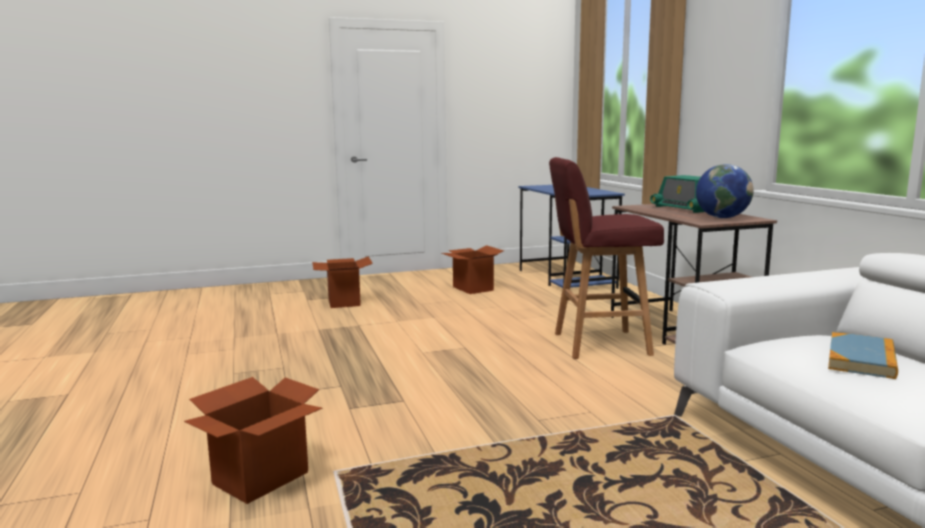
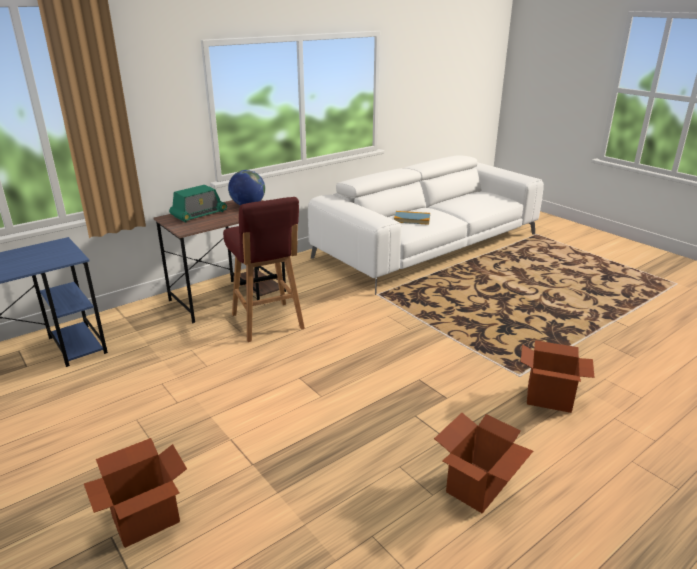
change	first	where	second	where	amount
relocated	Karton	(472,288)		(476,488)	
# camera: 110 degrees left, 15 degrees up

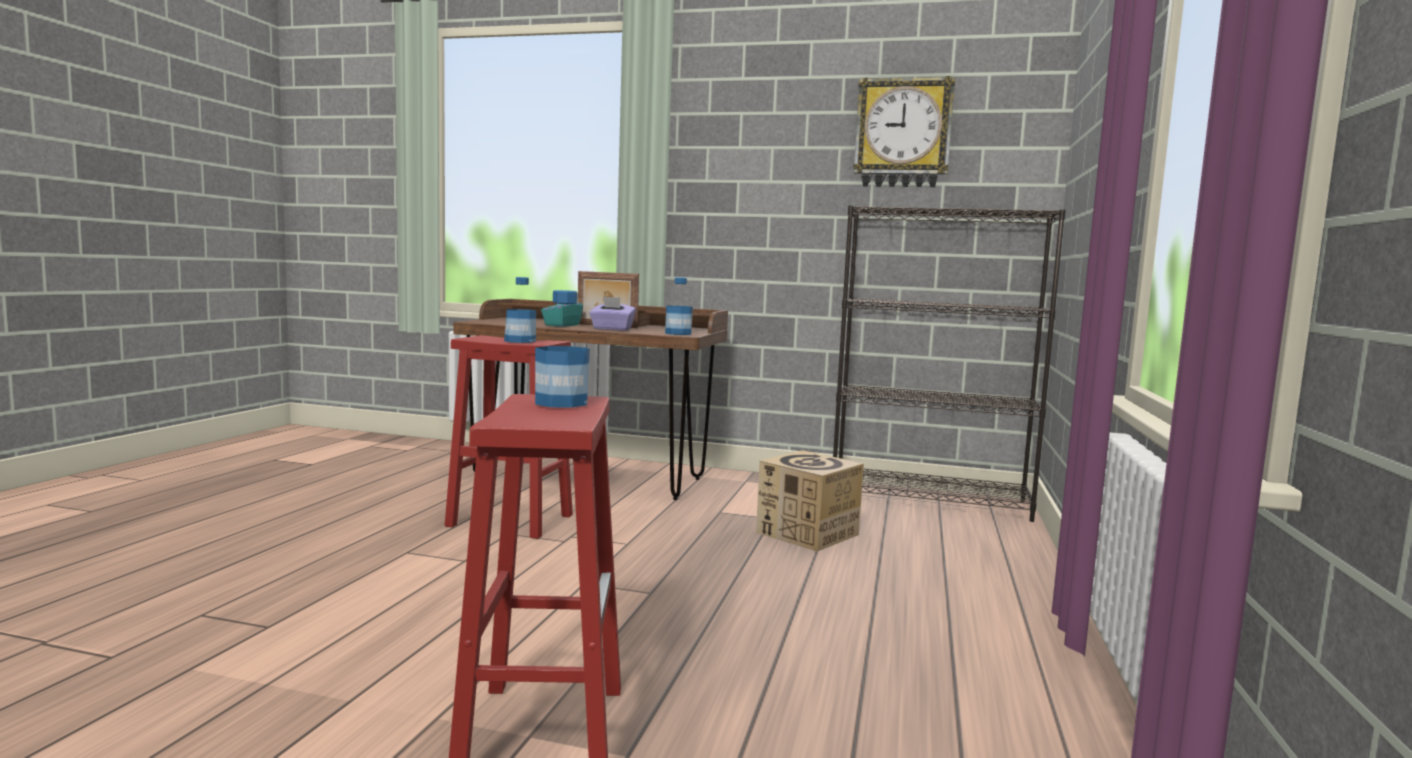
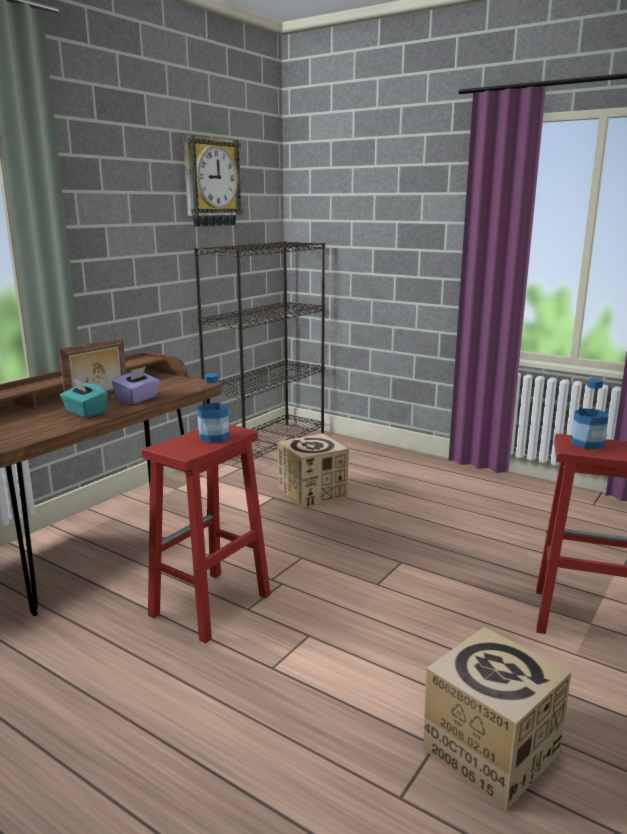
change	first	where	second	where	amount
appeared			Karton	(490,751)	
missing	Flasche	(678,333)			
# camera: 70 degrees left, 10 degrees up

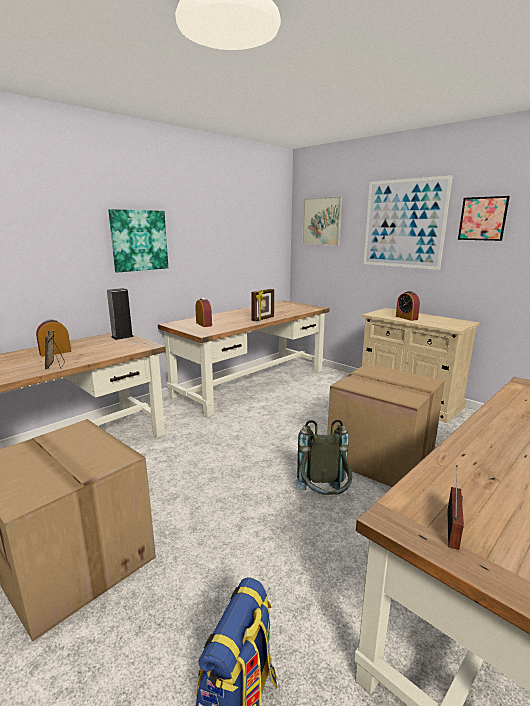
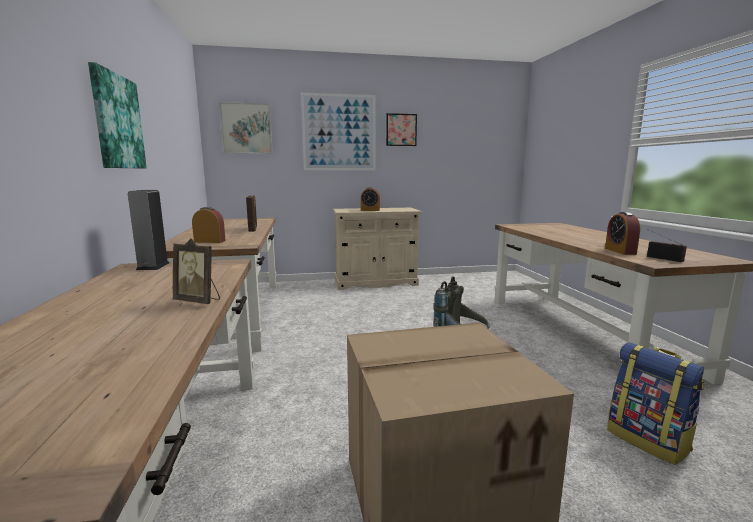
change	first	where	second	where	amount
relocated	Wecker	(55,352)		(620,251)	
missing	Karton	(379,457)			
# camera: 55 degrees left, 5 degrees down

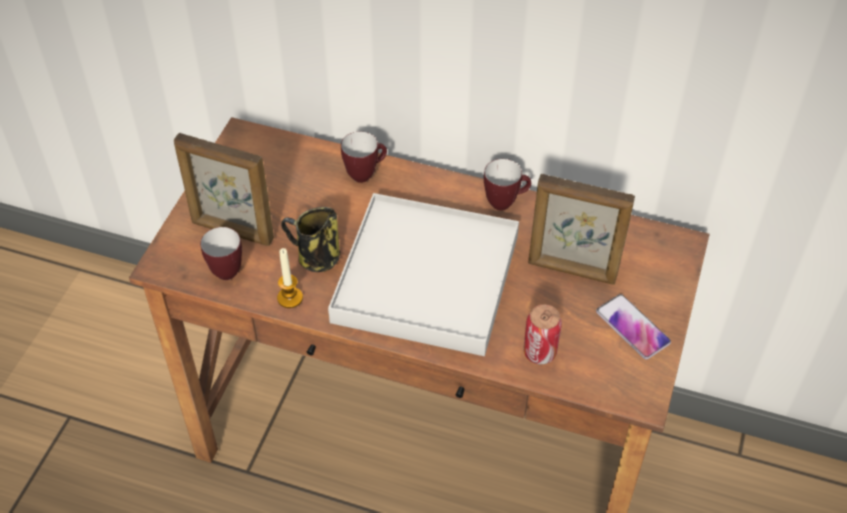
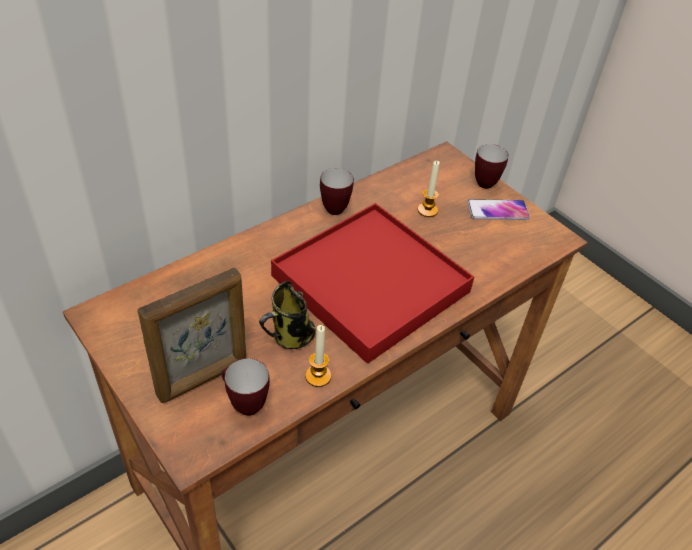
change	first	where	second	where	amount
colour	Tablett (weiß)	(426,278)	Tablett (rot)	(370,284)	
exchanged	Bilderrahmen	(572,271)	Kerze	(427,210)	
relocated	Henkelbecher	(365,173)		(484,181)	
missing	Dose	(539,352)			
# camera: 60 degrees left, 5 degrees down

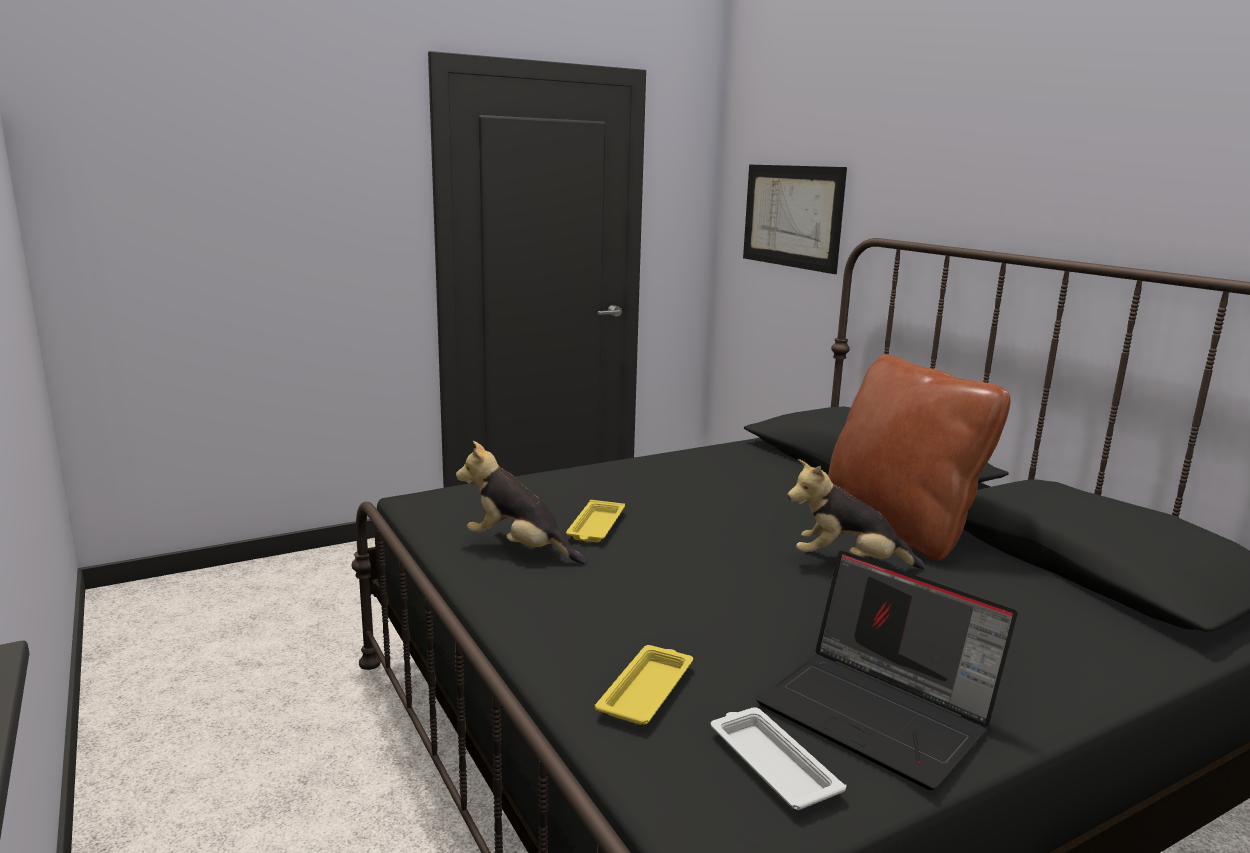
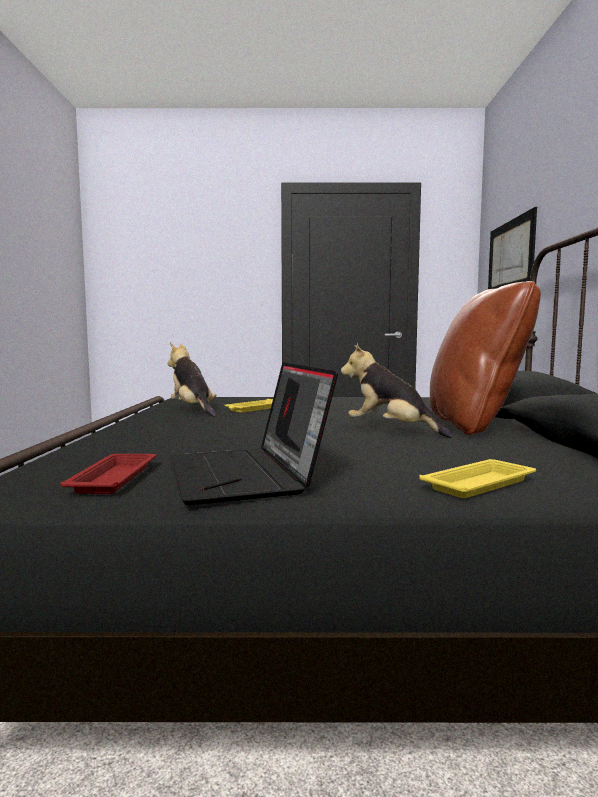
change	first	where	second	where	amount
colour	Tablett (weiß)	(771,763)	Tablett (rot)	(115,478)	
relocated	Tablett (gelb)	(647,690)		(480,484)	
# camera: 30 degrees right, 10 degrees down

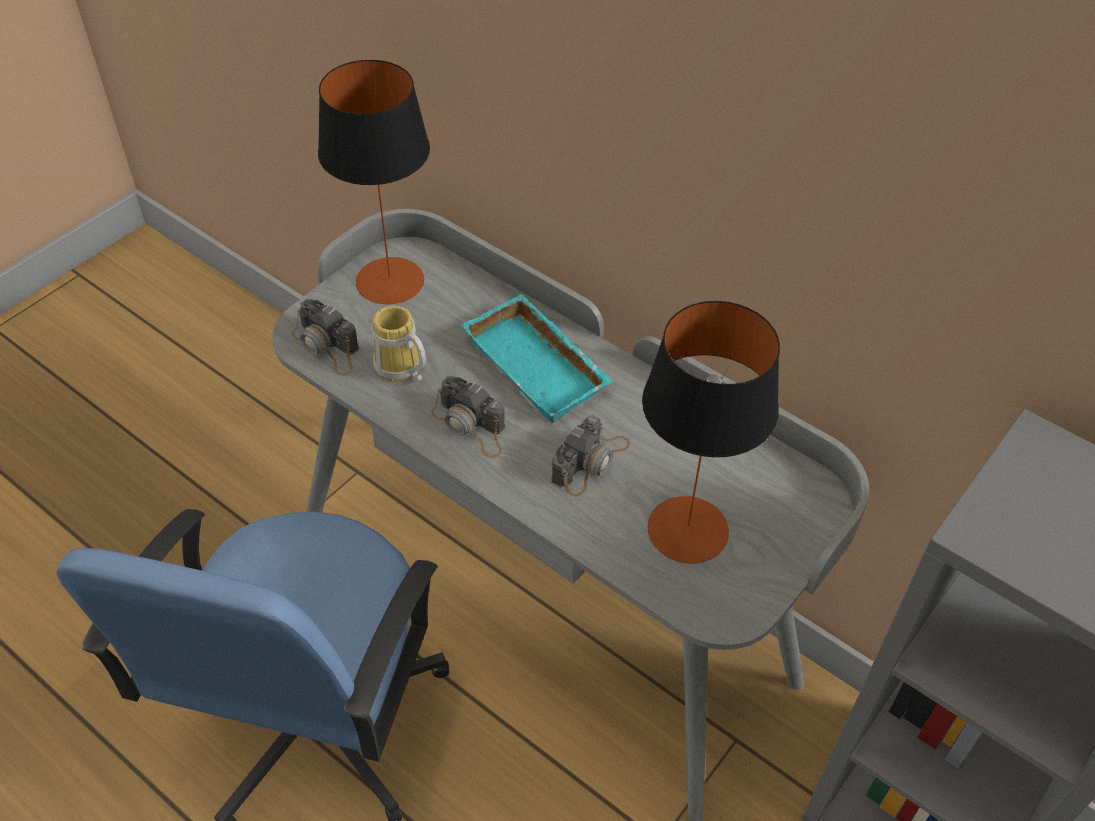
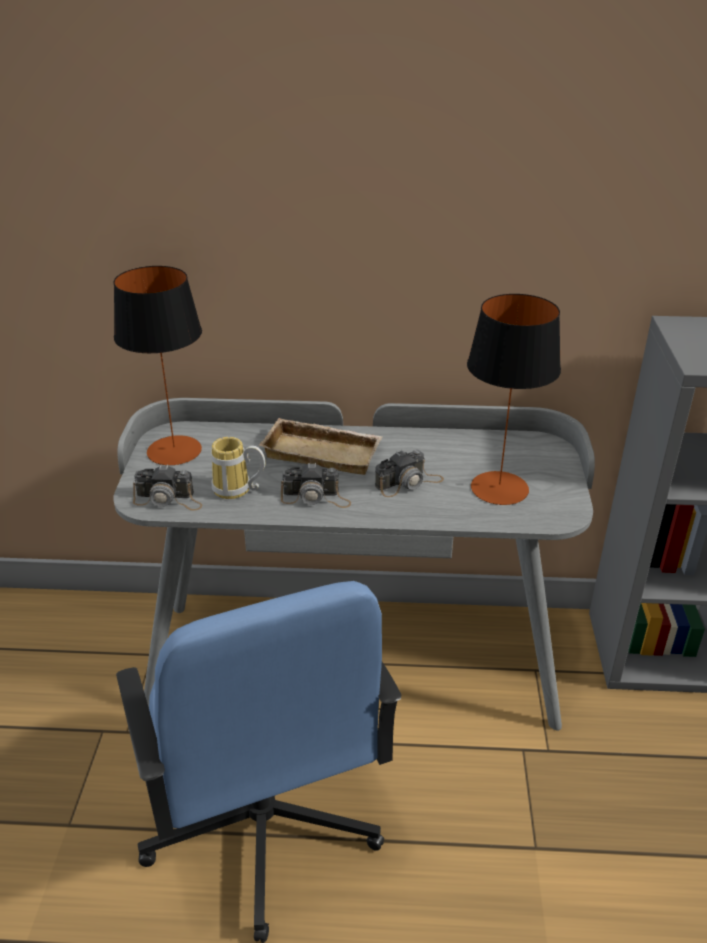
change	first	where	second	where	amount
colour	Tablett (türkis)	(540,365)	Tablett (beige)	(324,452)	
spun	Kamera	(591,461)		(409,482)	60 degrees clockwise
# camera: 35 degrees left, 15 degrees down

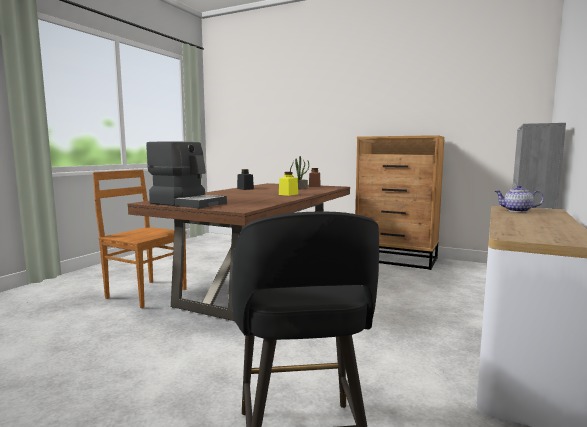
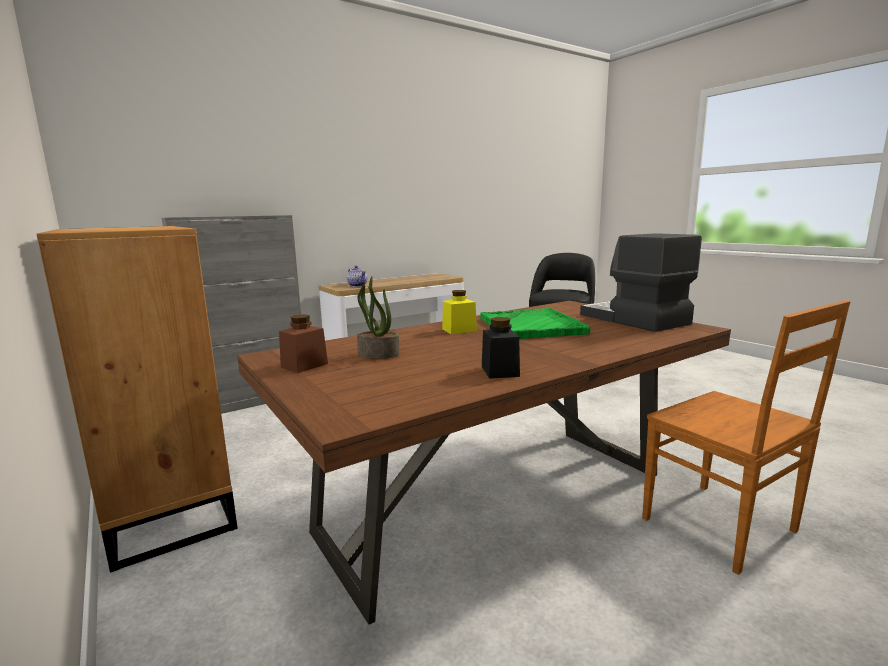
change	first	where	second	where	amount
appeared			Tablett (grün)	(531,326)	
# camera: 150 degrees left, 5 degrees up

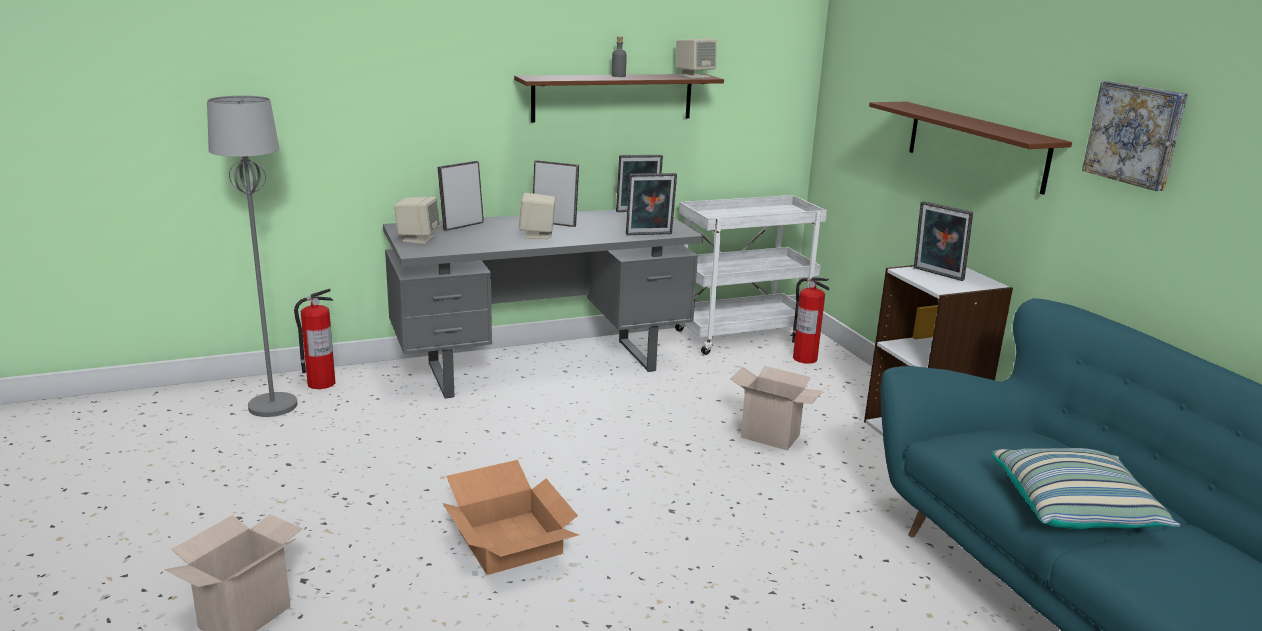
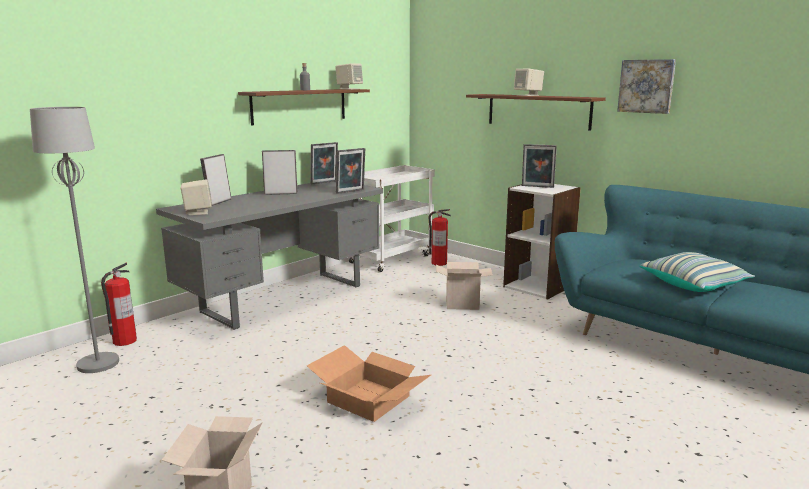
change	first	where	second	where	amount
relocated	Lautsprecher (beige)	(537,235)		(528,95)	
# camera: 25 degrees left, 5 degrees down

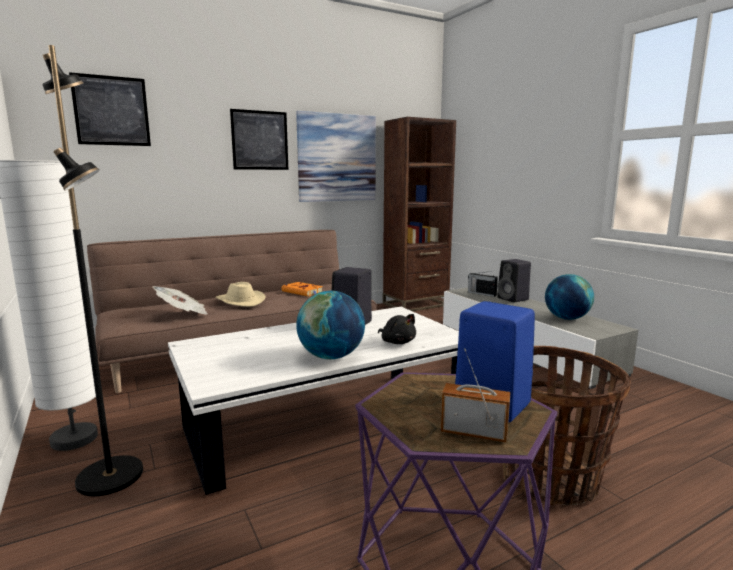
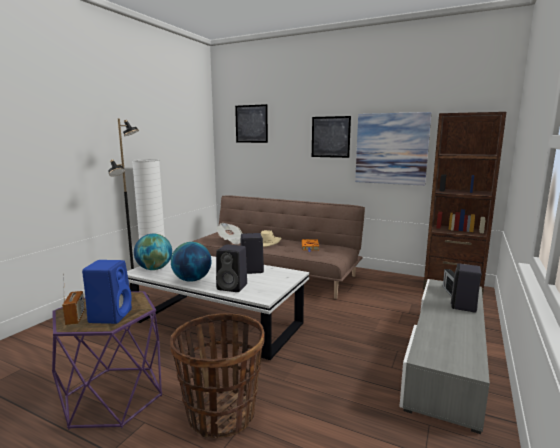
change	first	where	second	where	amount
relocated	Globus	(566,318)		(154,269)	
exchanged	Plüschtier (schwarz)	(397,342)	Lautsprecher (schwarz)	(233,287)	
# camera: 55 degrees right, 0 degrees up

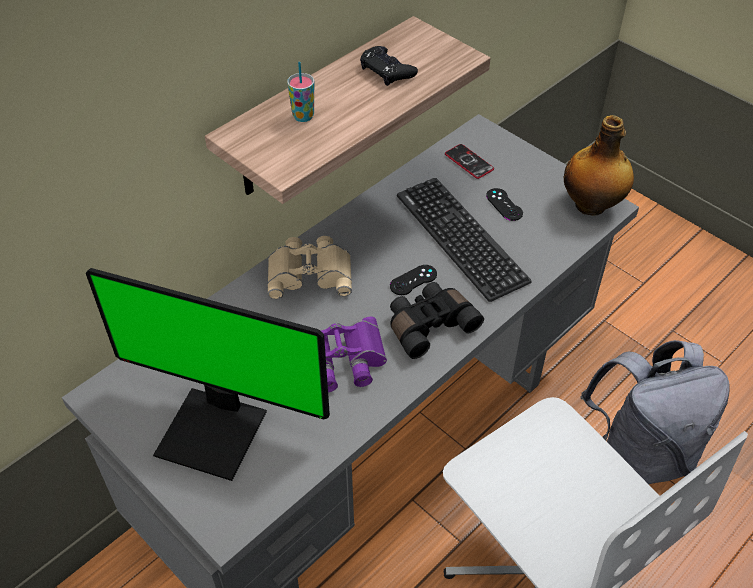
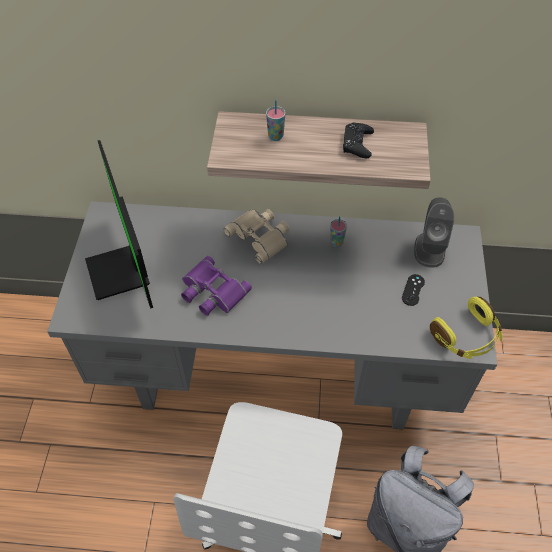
change	first	where	second	where	amount
appeared			Tasse	(336,242)	
exchanged	Handy	(469,162)	Lautsprecher (grau)	(429,249)	
exchanged	Flasche	(592,205)	Kopfhörer (gelb)	(466,336)	
missing	Gamepad (schwarz)	(413,280)			
missing	Fernglas (schwarz)	(429,325)			
missing	Tastatur	(461,238)			
# camera: 50 degrees right, 5 degrees up

